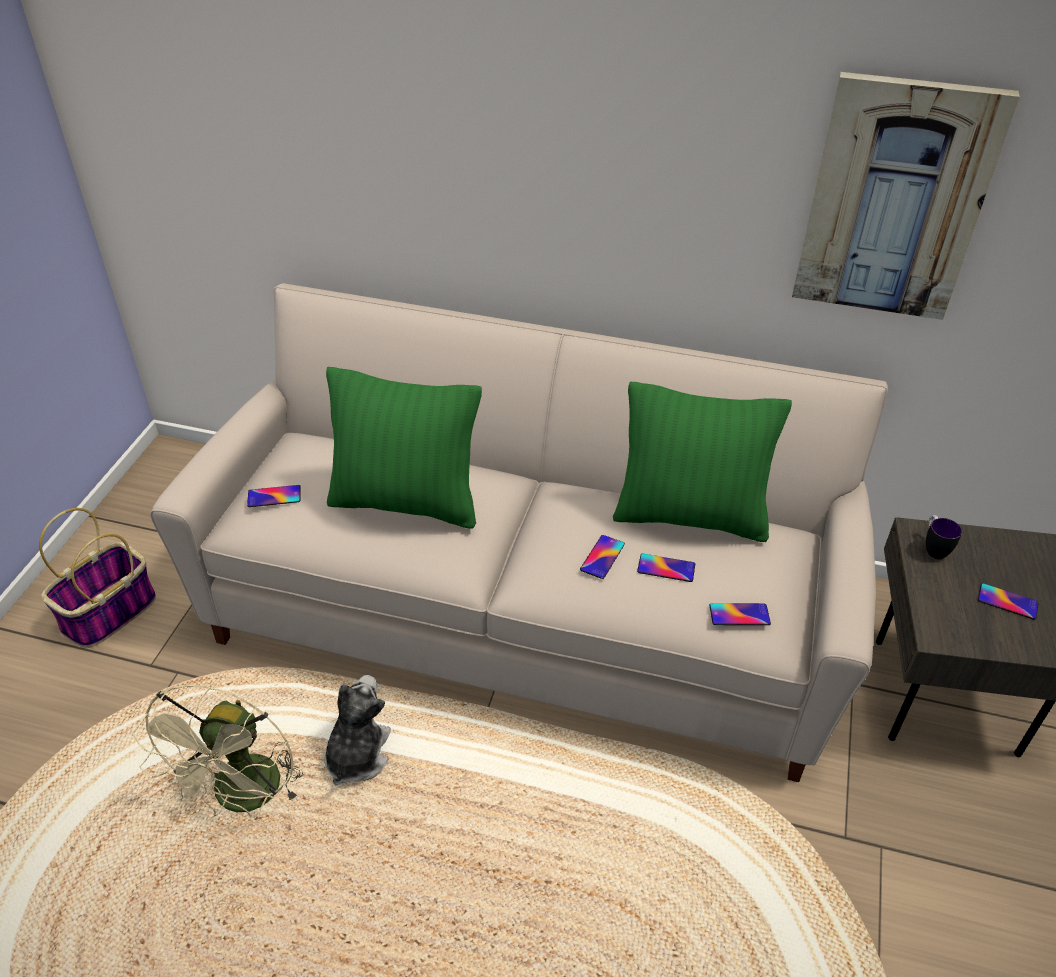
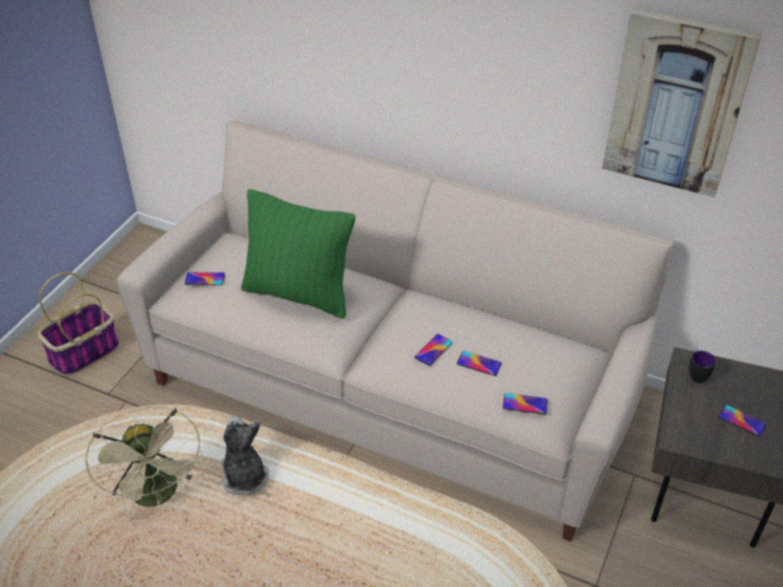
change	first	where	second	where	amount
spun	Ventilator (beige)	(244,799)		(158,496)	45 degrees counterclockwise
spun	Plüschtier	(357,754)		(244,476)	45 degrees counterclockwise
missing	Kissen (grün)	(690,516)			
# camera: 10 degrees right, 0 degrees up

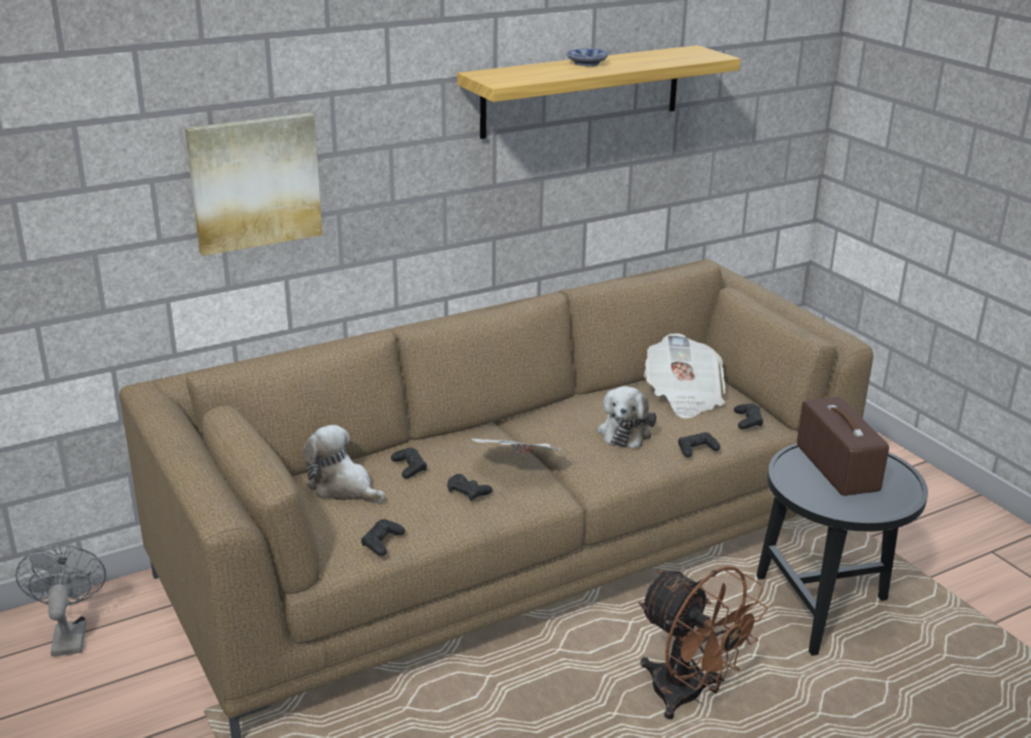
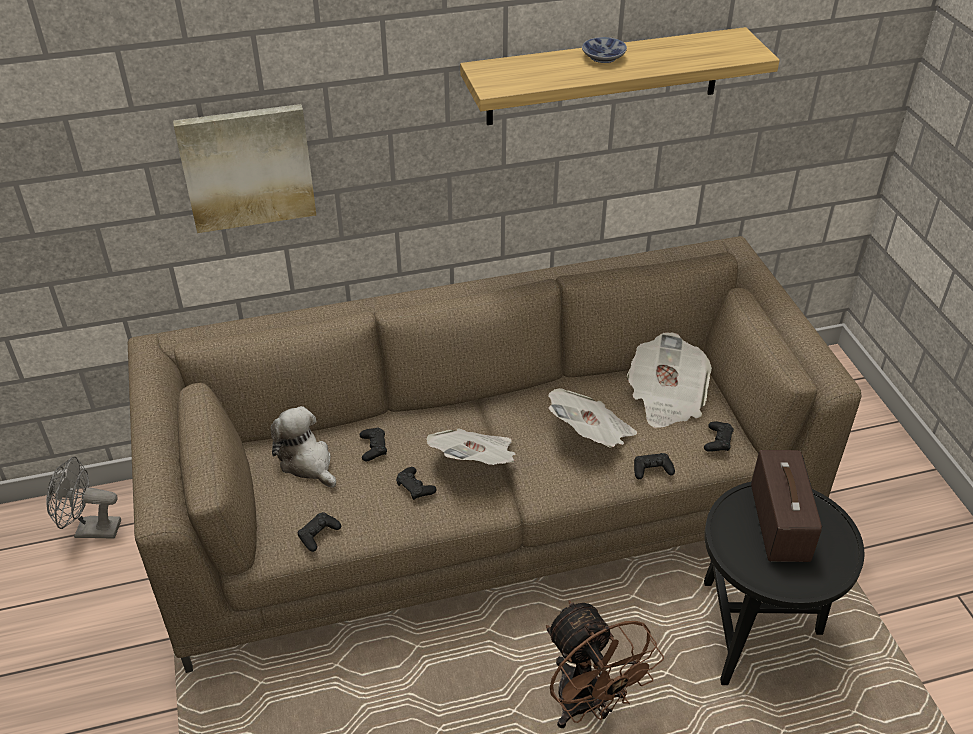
change	first	where	second	where	amount
spun	Ventilator (grau)	(69,634)		(90,530)	90 degrees counterclockwise
exchanged	Plüschtier	(625,431)	Zeitung	(591,435)	
# camera: 15 degrees right, 15 degrees up

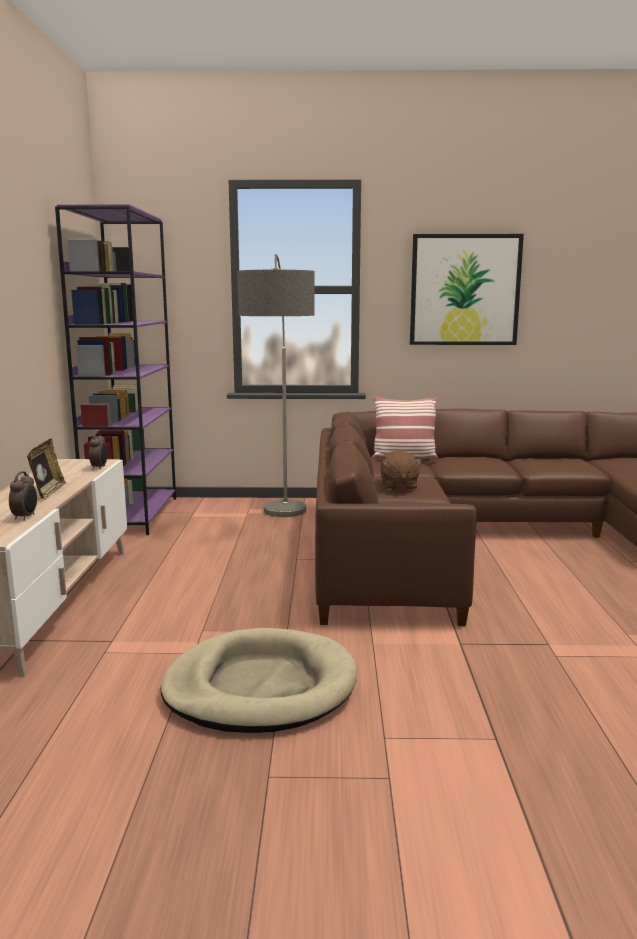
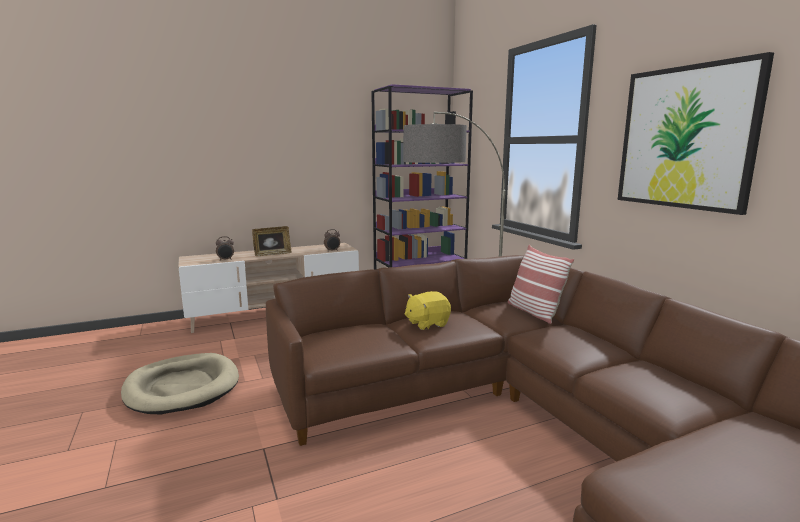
change	first	where	second	where	amount
colour	Plüschtier (braun)	(398,486)	Plüschtier (gelb)	(427,323)	
# camera: 65 degrees right, 0 degrees up

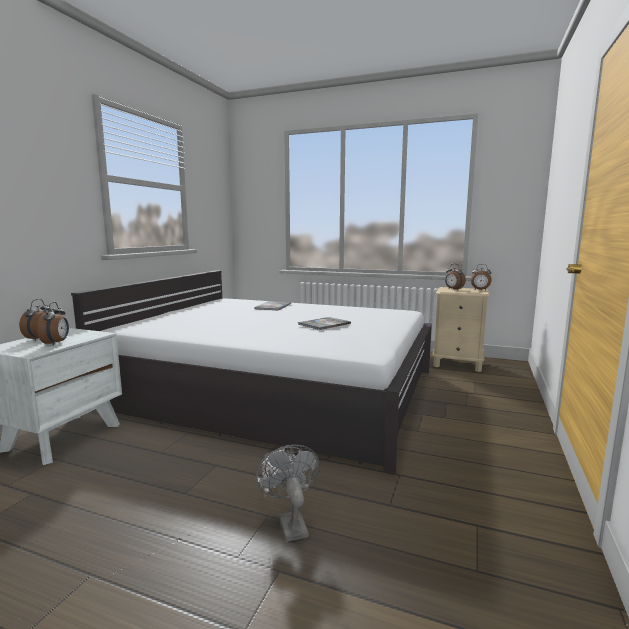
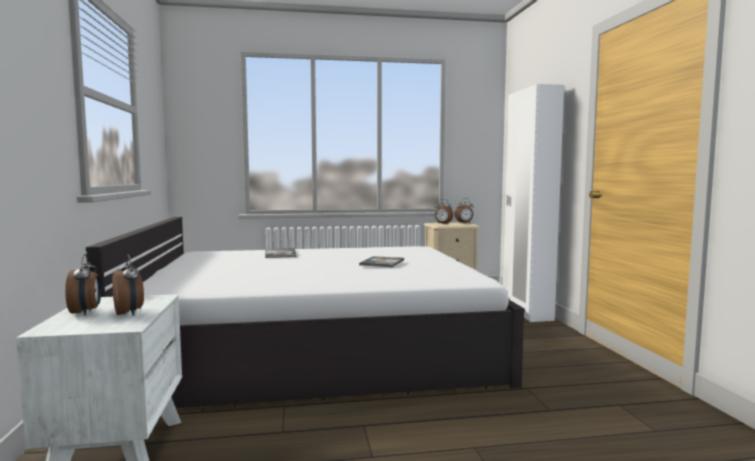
change	first	where	second	where	amount
appeared			Kleiderschrank (weiß)	(526,312)	
missing	Ventilator (grau)	(290,523)			
# camera: 30 degrees left, 5 degrees down

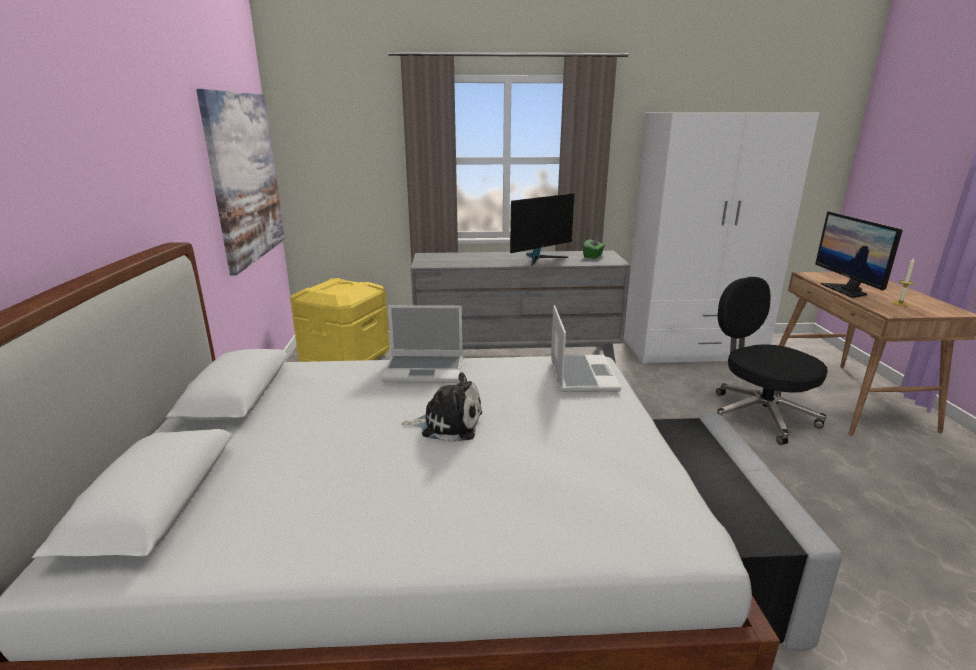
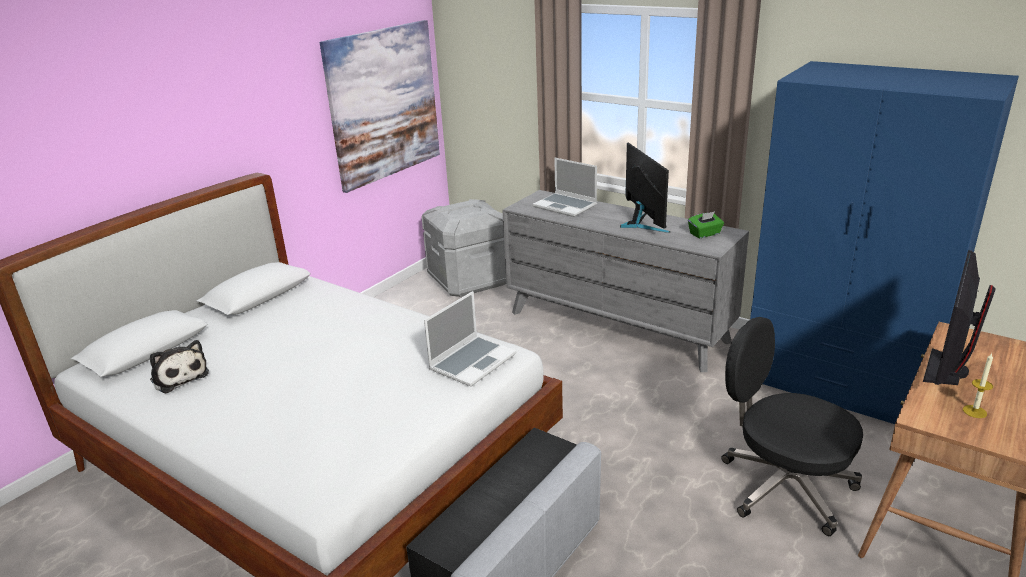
change	first	where	second	where	amount
relocated	Plüschtier	(448,424)		(179,376)	
colour	Aufbewahrungsbox (gelb)	(345,359)	Aufbewahrungsbox (grau)	(469,280)	
relocated	Laptop	(425,370)		(566,206)	
spun	Monitor	(540,258)		(641,224)	105 degrees counterclockwise
spun	Bürostuhl (schwarz)	(758,414)		(783,486)	60 degrees counterclockwise
colour	Kleiderschrank (weiß)	(692,349)	Kleiderschrank (blau)	(840,383)	
# camera: 40 degrees right, 5 degrees up

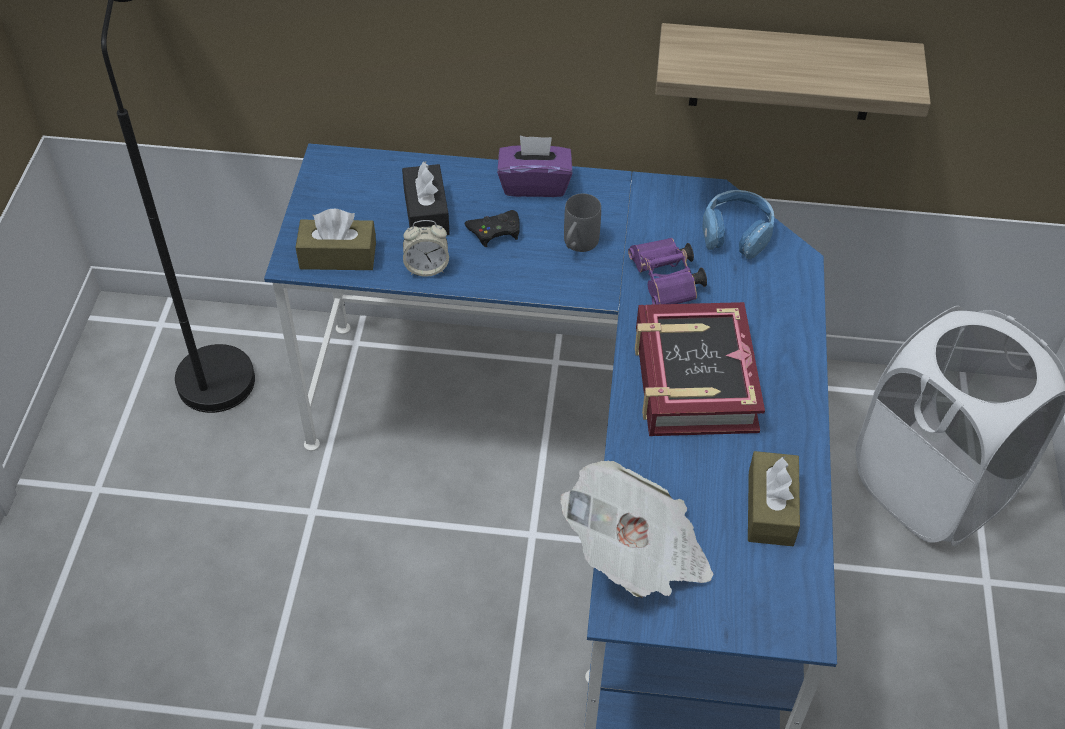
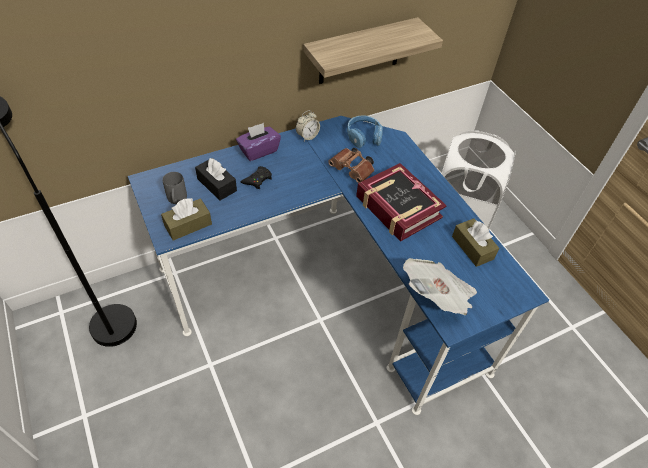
change	first	where	second	where	amount
relocated	Henkelbecher (grau)	(577,245)		(177,200)	
relocated	Wecker	(426,267)		(307,136)	
colour	Fernglas (lila)	(666,284)	Fernglas (braun)	(353,171)	
# camera: 35 degrees left, 0 degrees up

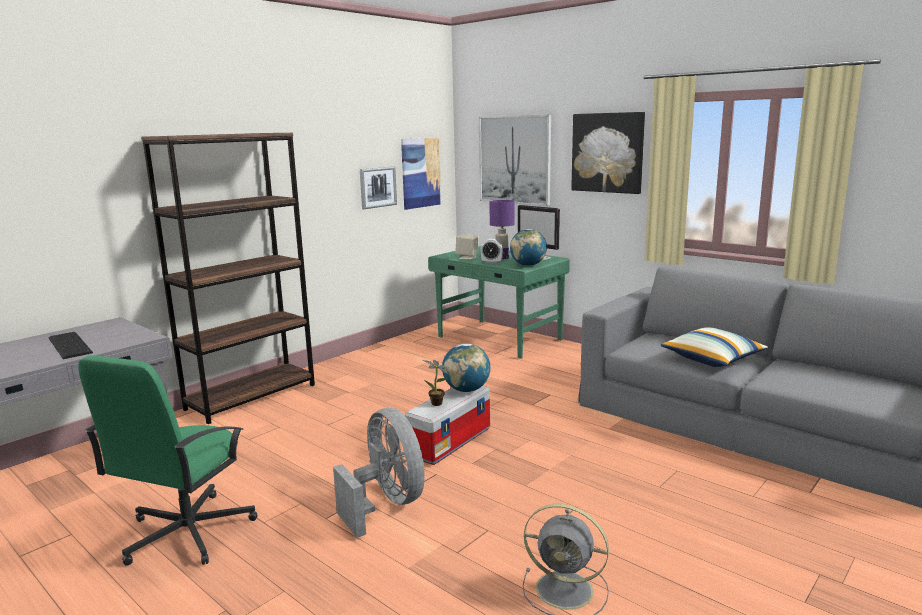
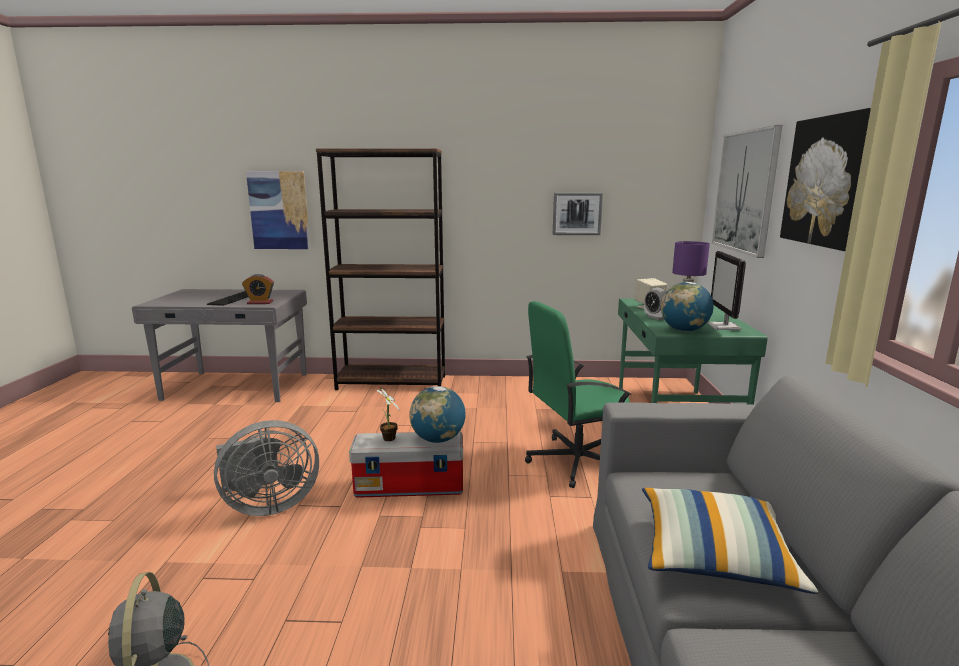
change	first	where	second	where	amount
spun	Ventilator (grau)	(387,504)		(268,505)	45 degrees clockwise
appeared			Wecker	(260,302)	
relocated	Bild	(420,173)		(279,210)	
relocated	Bürostuhl (grün)	(186,532)		(575,461)	
# camera: 50 degrees right, 0 degrees up

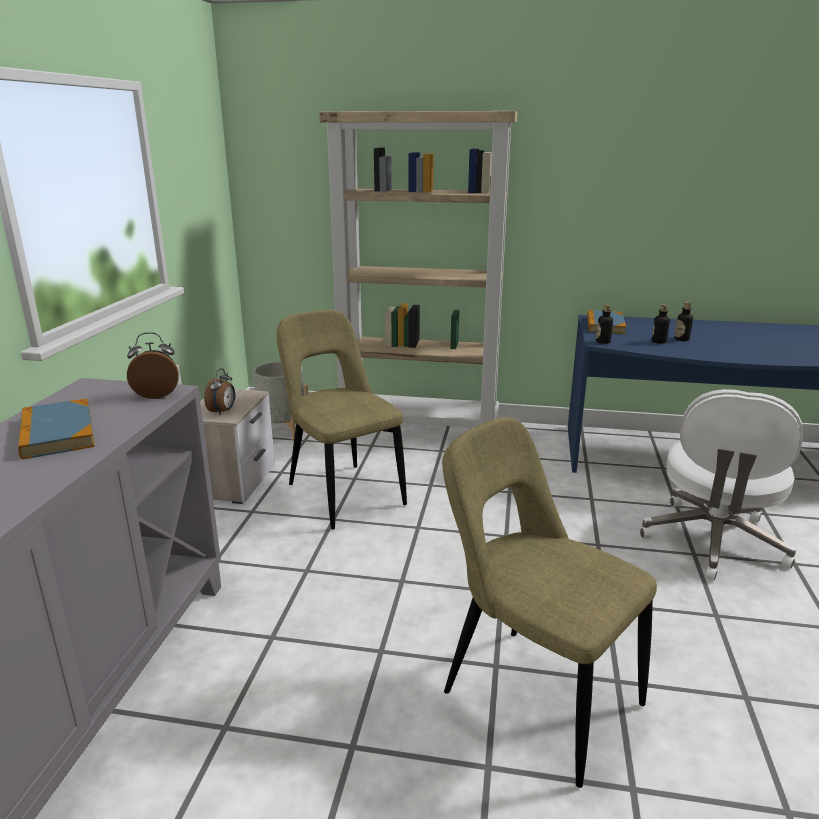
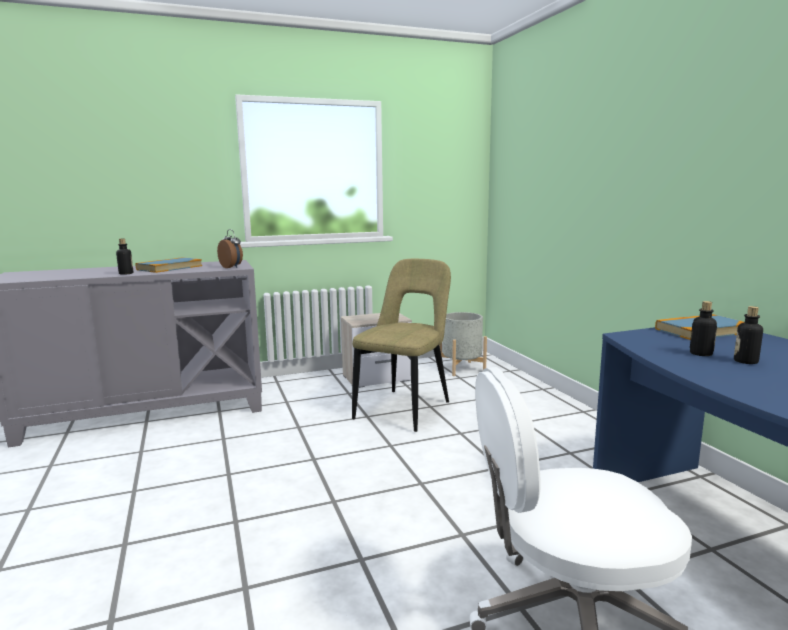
change	first	where	second	where	amount
relocated	Flasche	(603,342)		(126,273)	
missing	Wecker	(223,411)			
missing	Bücherregal (beige)	(420,428)			
missing	Stuhl (beige)	(534,694)			
# camera: 60 degrees right, 10 degrees down

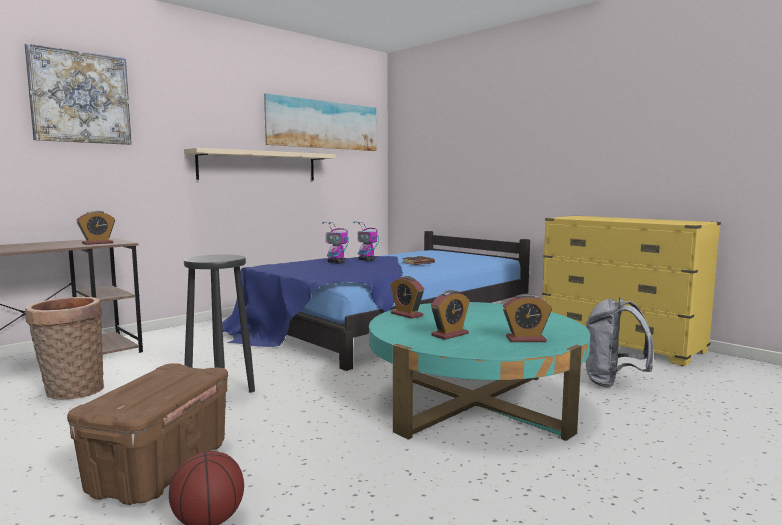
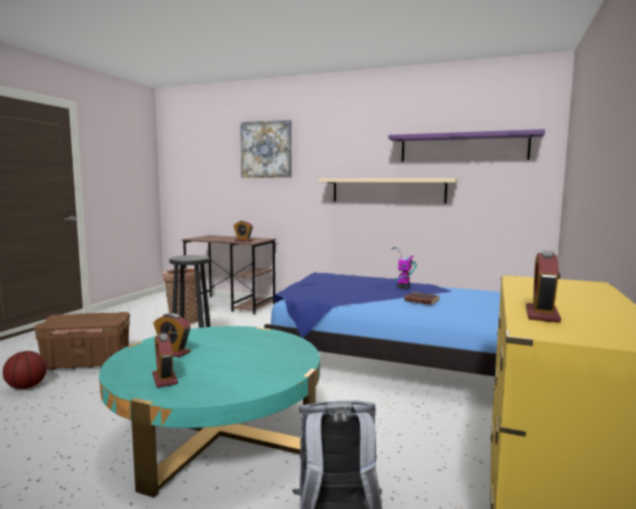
change	first	where	second	where	amount
exchanged	Bild	(323,125)	Wandregal (lila)	(463,148)	
relocated	Wecker	(406,314)		(542,314)	
missing	Spielzeugroboter	(336,262)			
# camera: 65 degrees right, 0 degrees up

